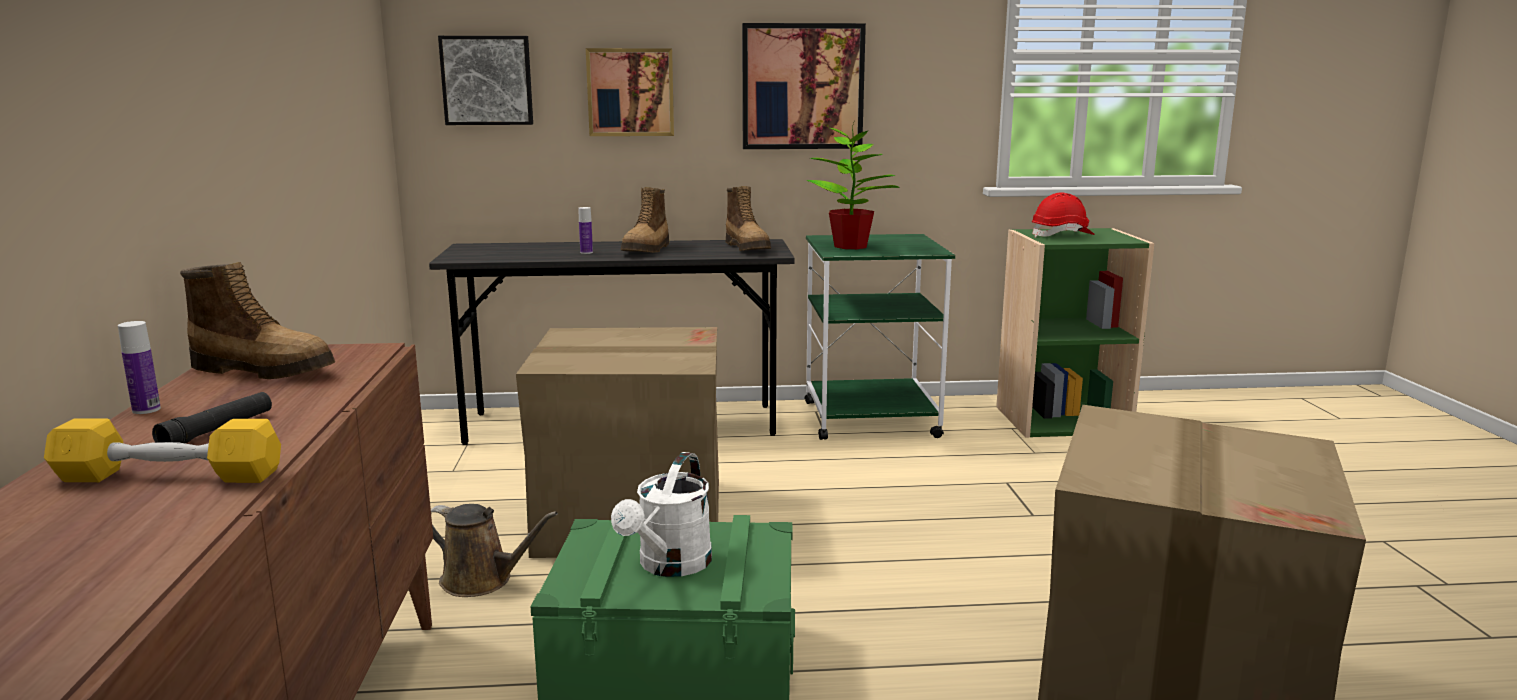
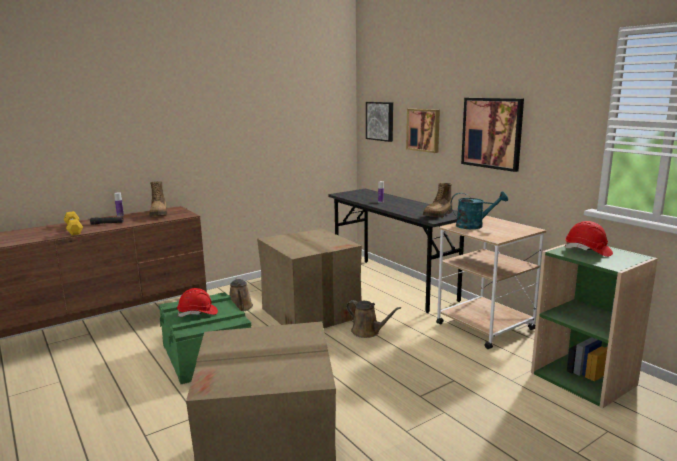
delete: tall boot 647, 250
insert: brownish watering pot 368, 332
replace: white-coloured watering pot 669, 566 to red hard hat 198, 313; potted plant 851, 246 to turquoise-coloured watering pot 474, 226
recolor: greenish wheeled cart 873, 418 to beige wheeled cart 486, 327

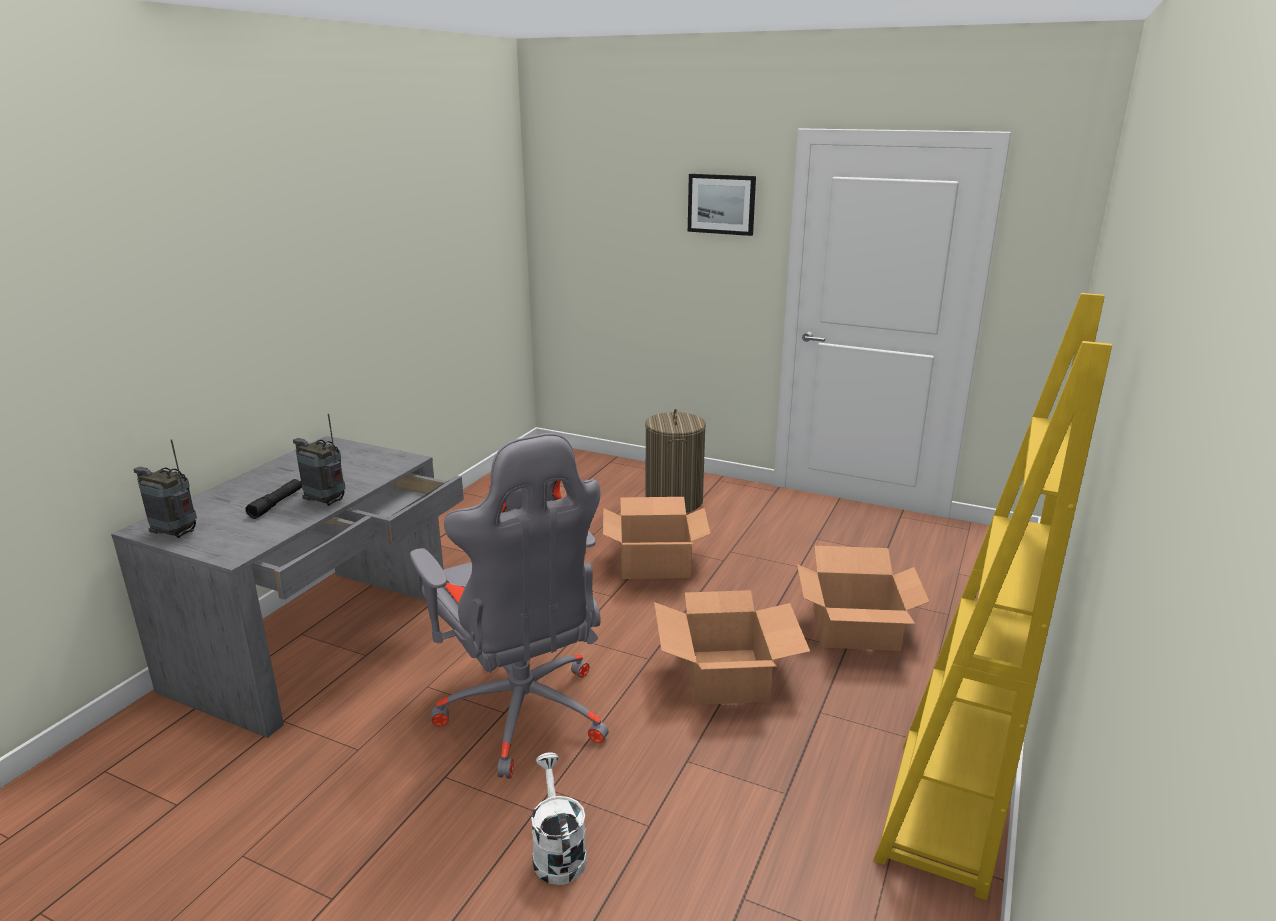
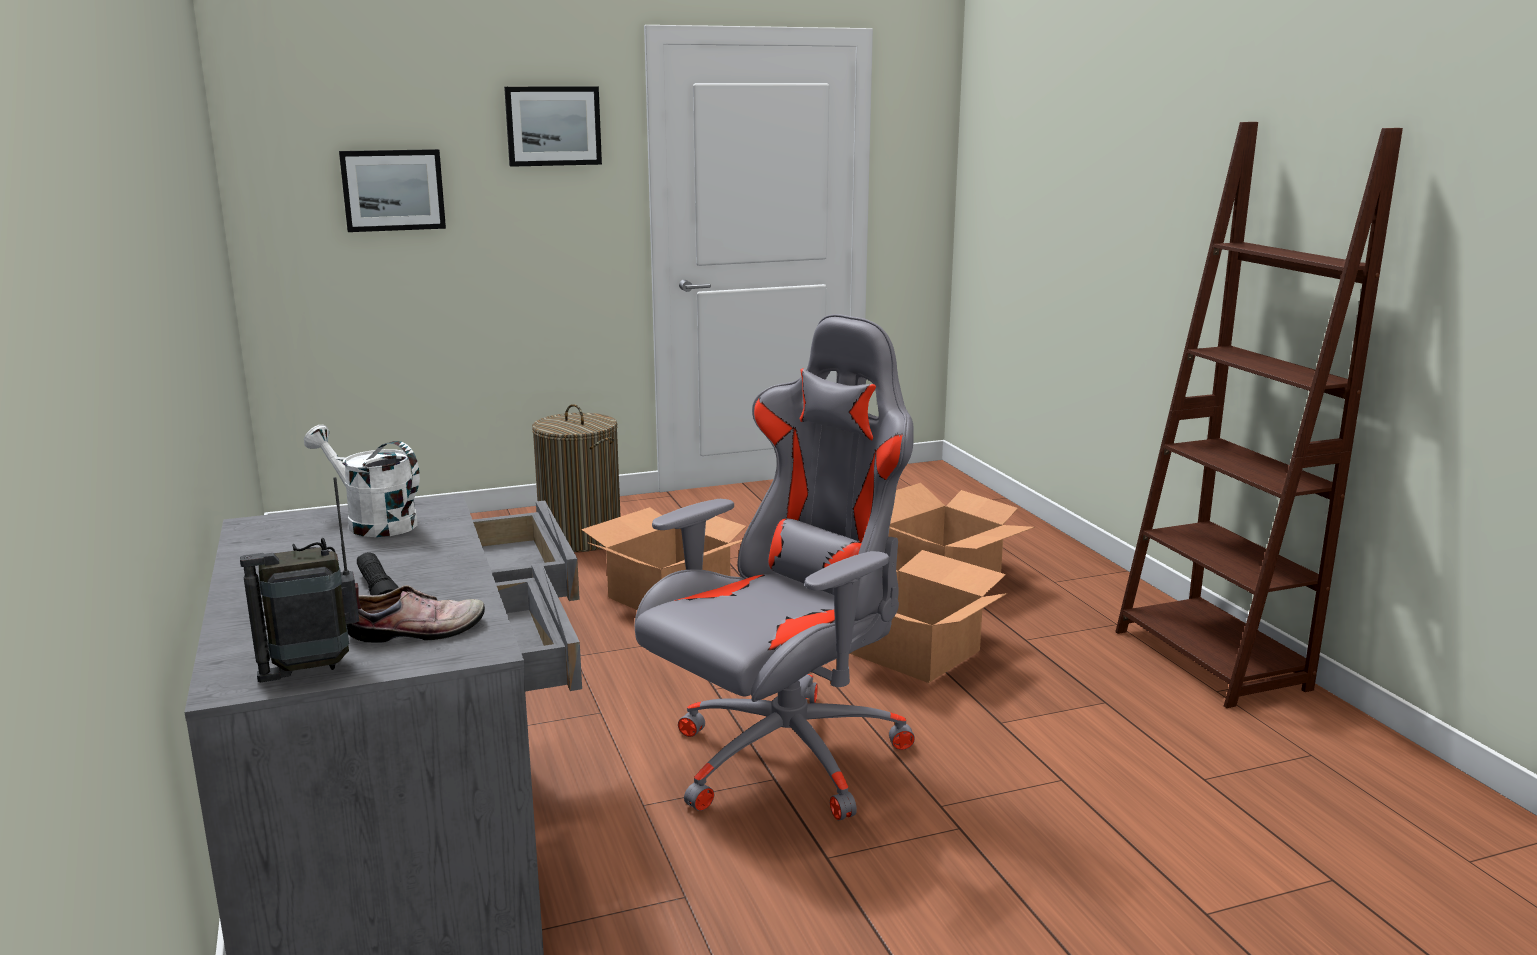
delete: radio set 326, 502
insert: wall picture 393, 190; shoe 418, 632
move: white-coloured watering pot 557, 851 to 372, 522
recolor: yellow-coloured bookcase 942, 815 to brownish bookcase 1210, 659
rotate: gray desk chair 518, 704 = 774, 765 60 degrees counterclockwise

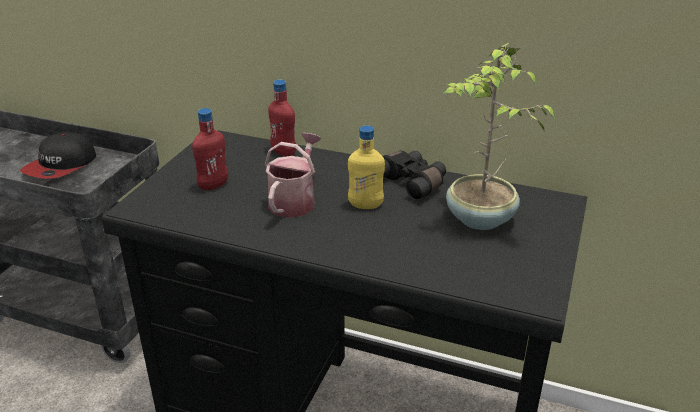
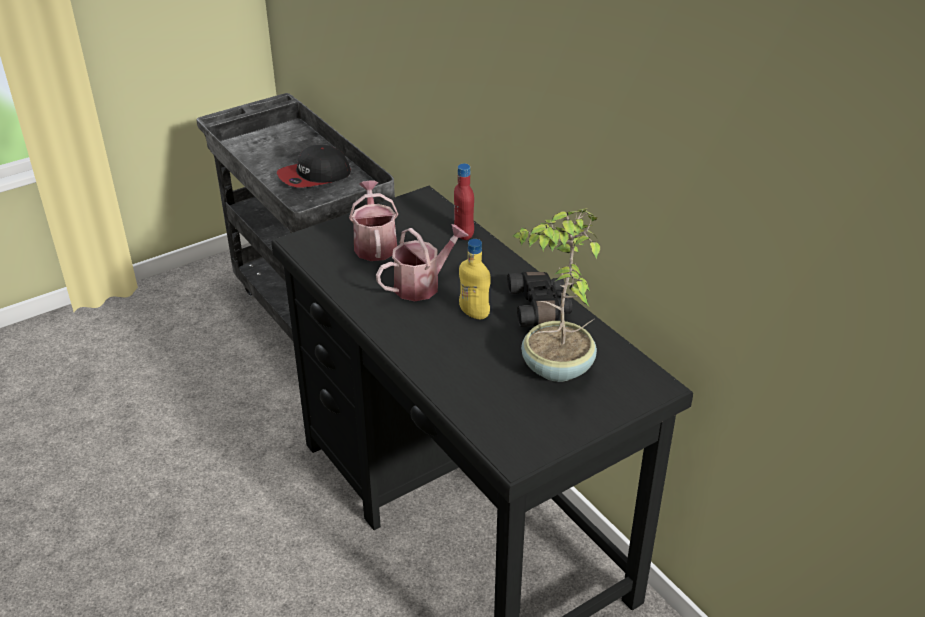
replace: red bottle 213, 185 to watering pot 374, 244

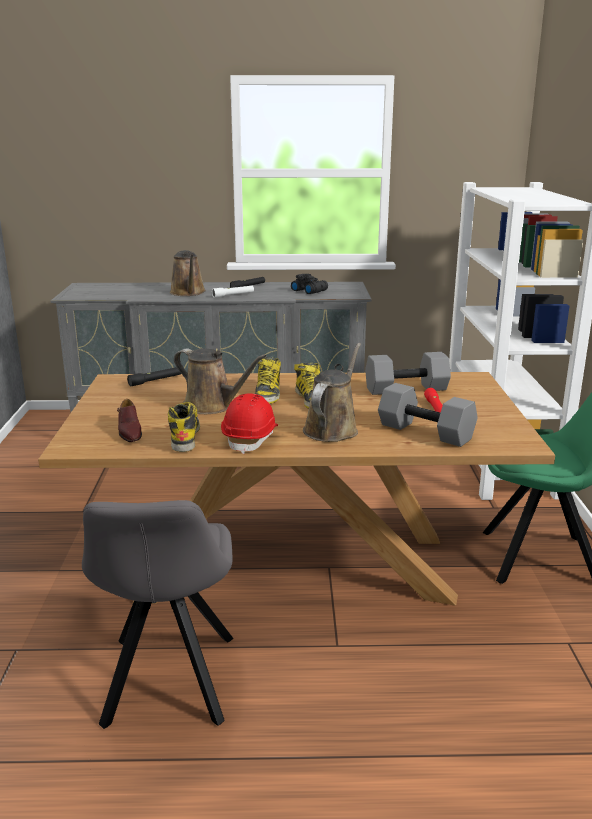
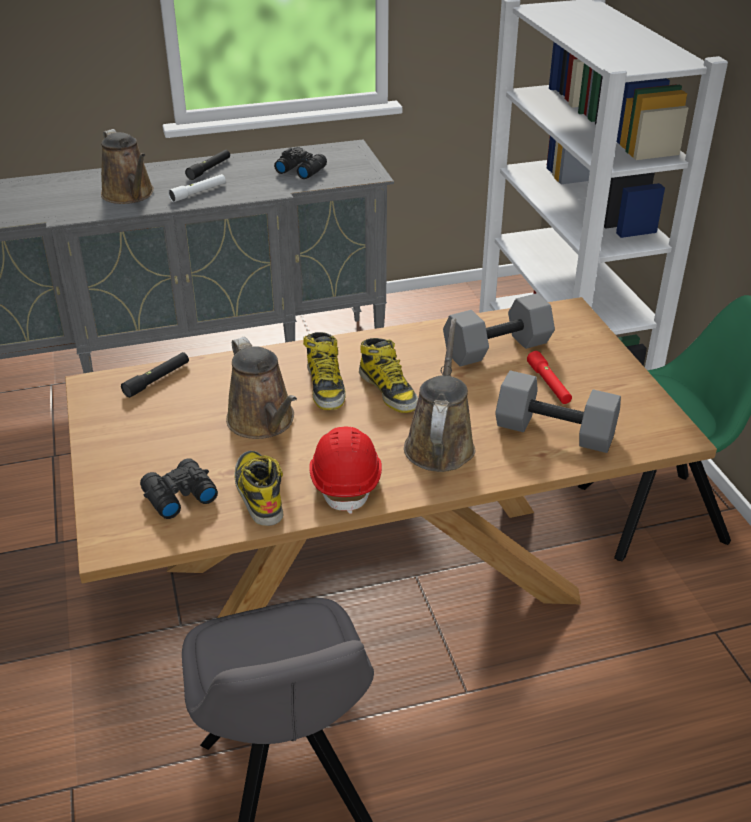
replace: brownish shoe 129, 432 to blackish binoculars 178, 496
rotate: brownish watering pot 212, 406 = 263, 422 45 degrees clockwise

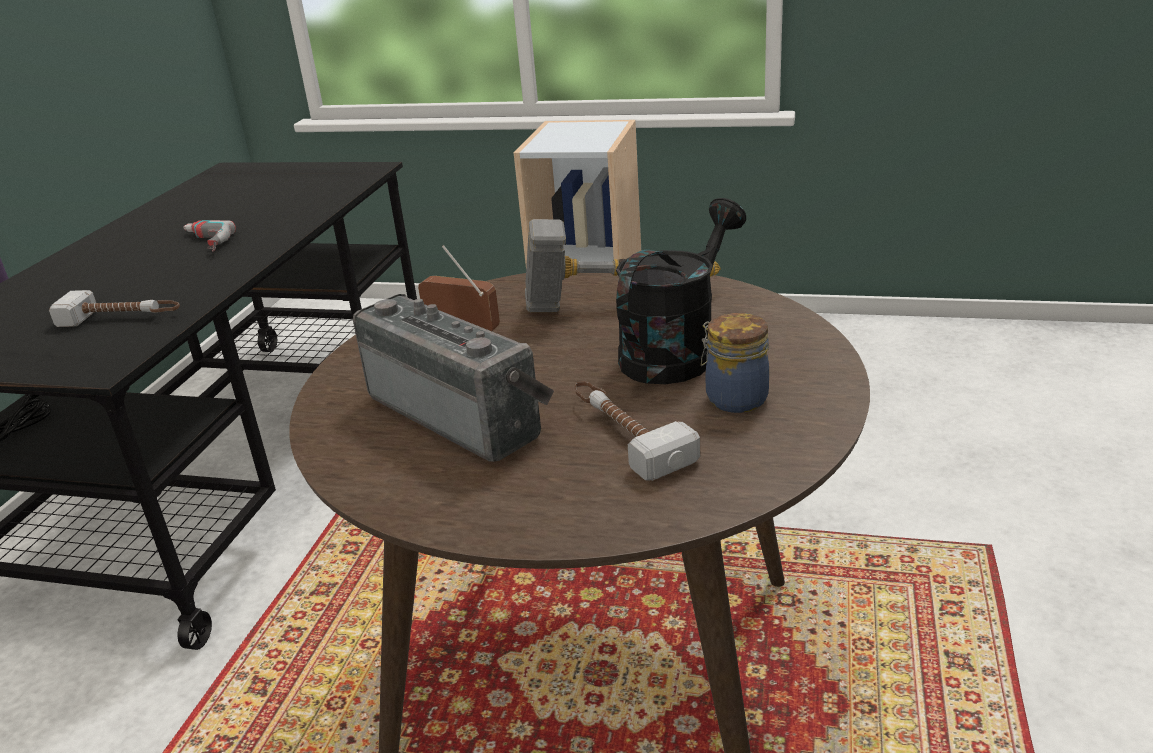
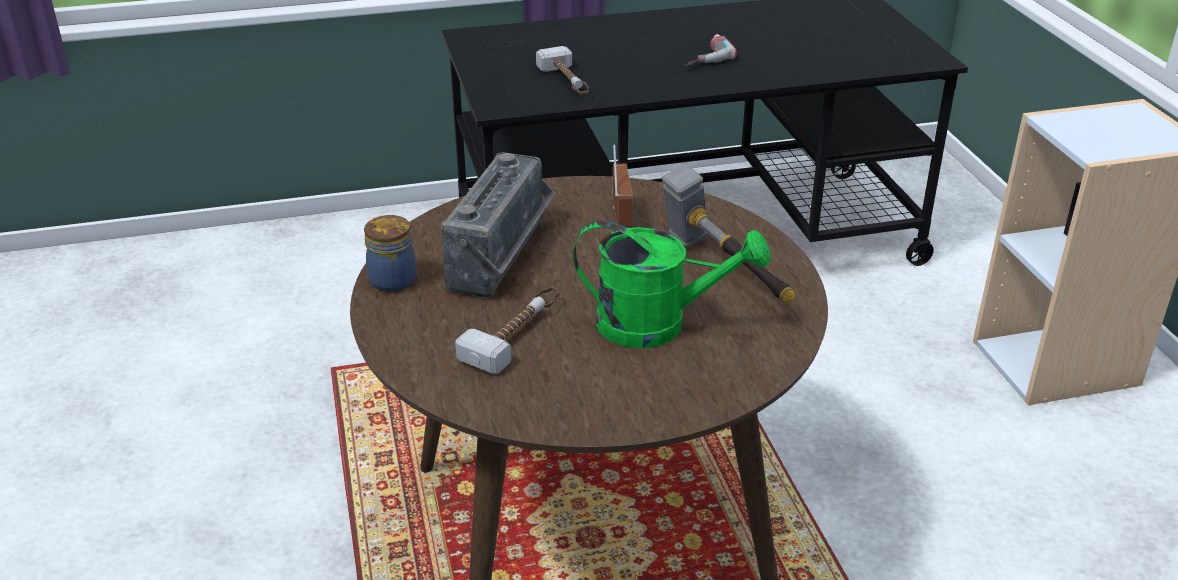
move: preserve jar 734, 398 to 393, 279
recolor: blackish watering pot 675, 351 to greenish watering pot 657, 325

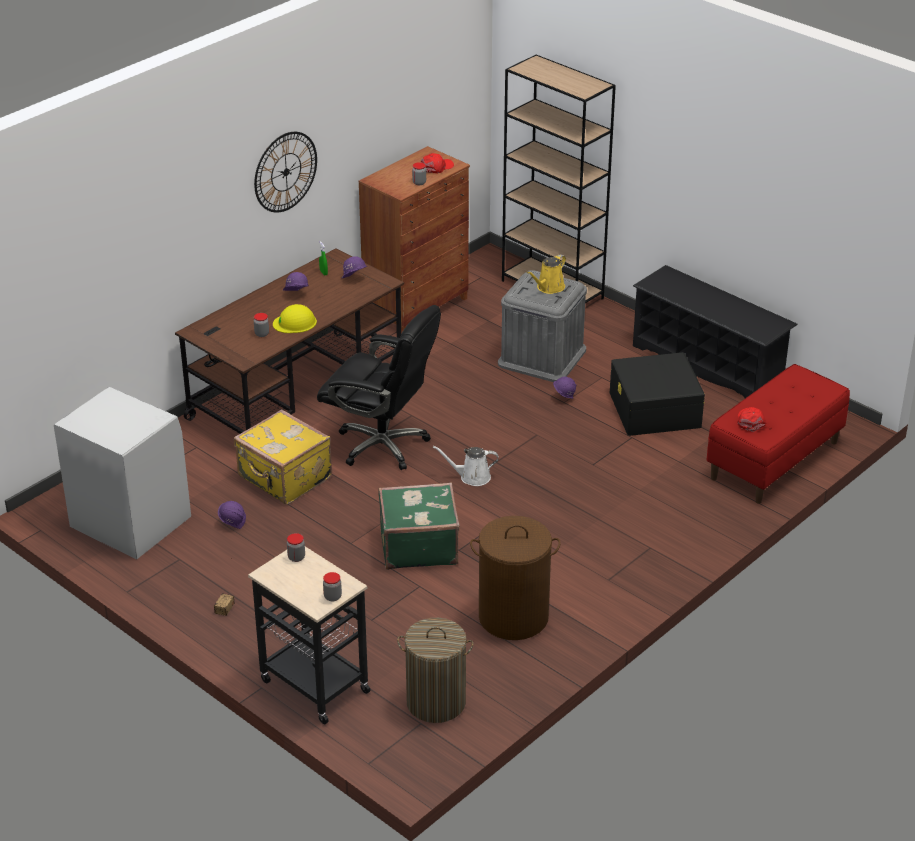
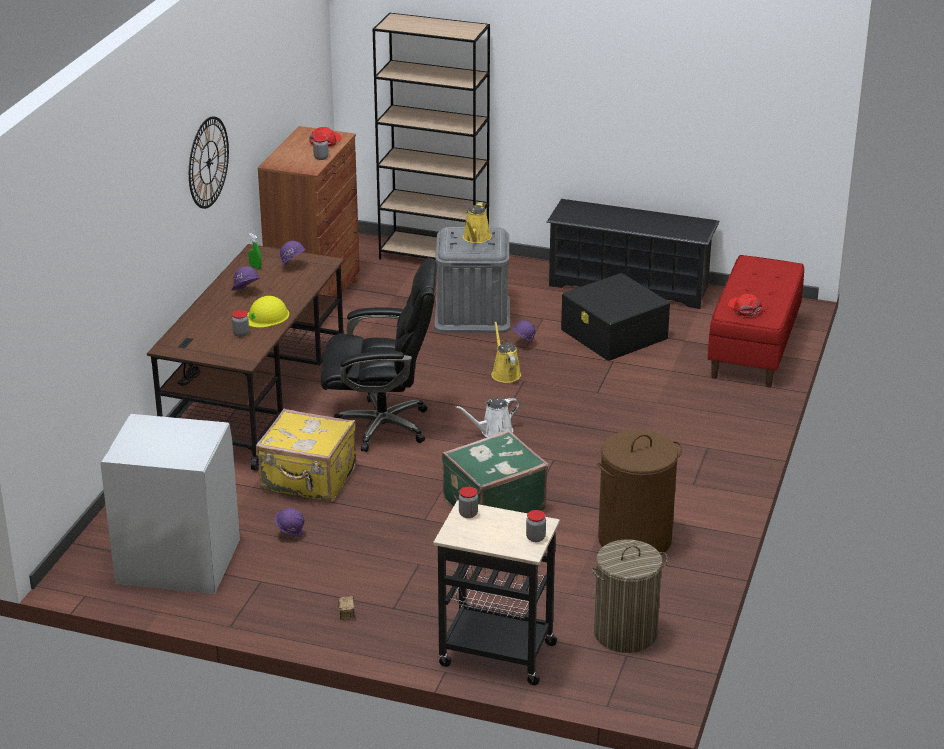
insert: yellow-coloured watering pot 505, 373

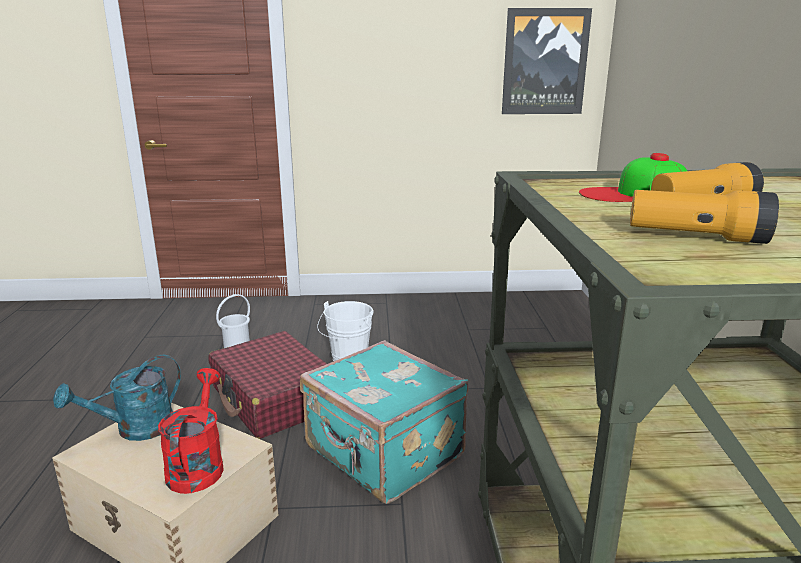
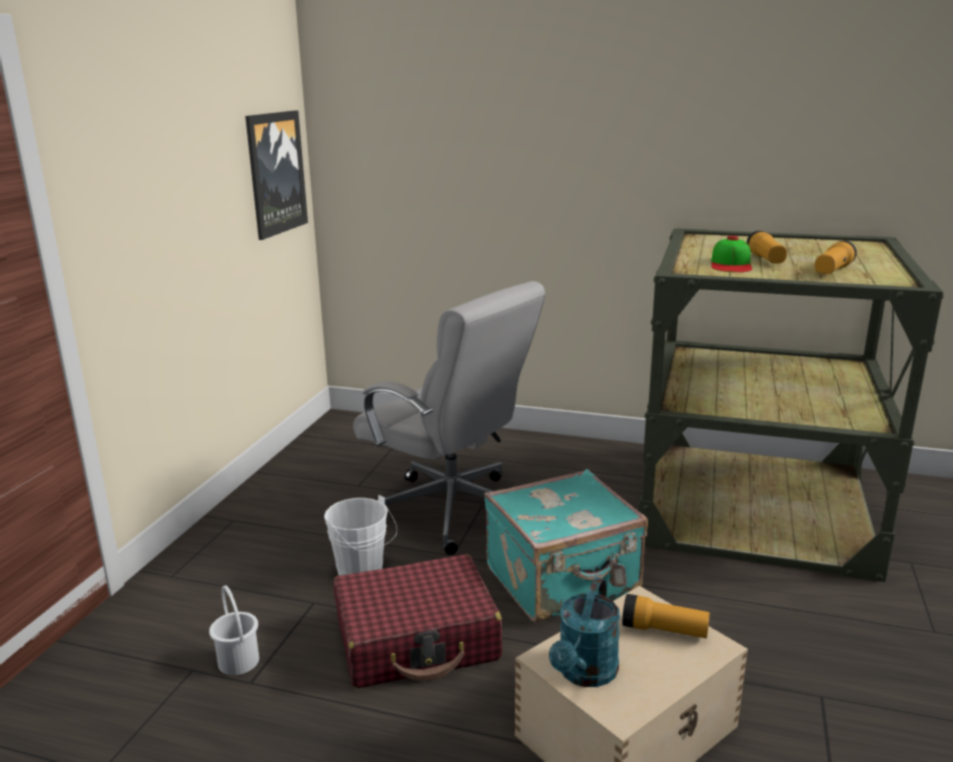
insert: gray desk chair 451, 509
replace: red watering pot 197, 465 to hand torch 664, 630
rotate: turquoise-coloured watering pot 135, 430 = 584, 674 45 degrees clockwise

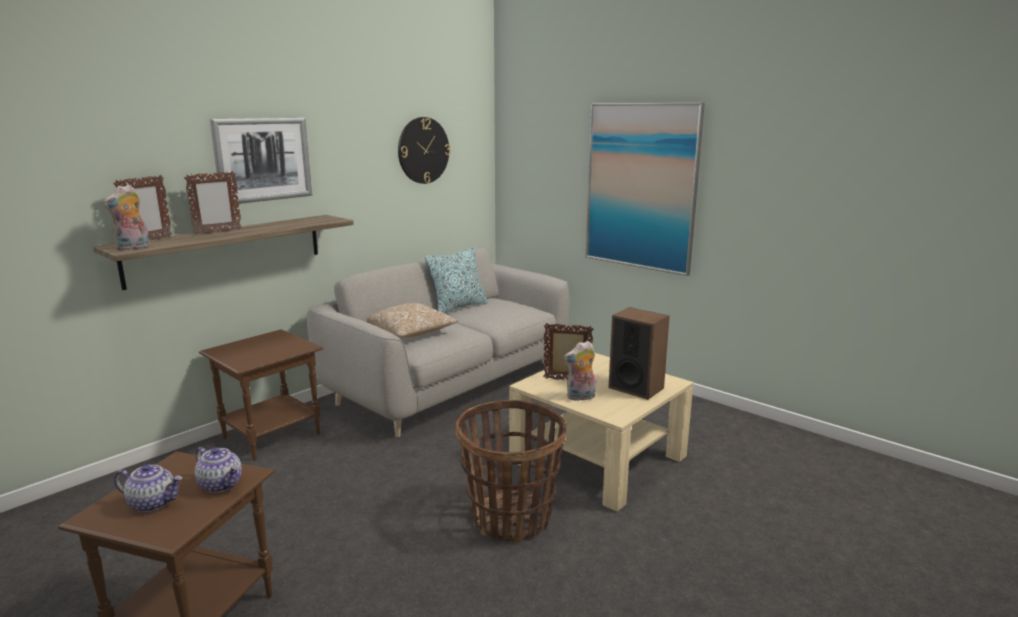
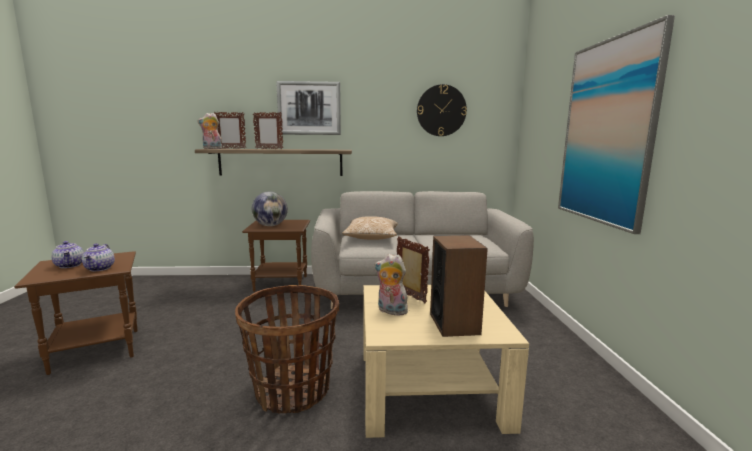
delete: cushion 458, 307
insert: globe 270, 225

